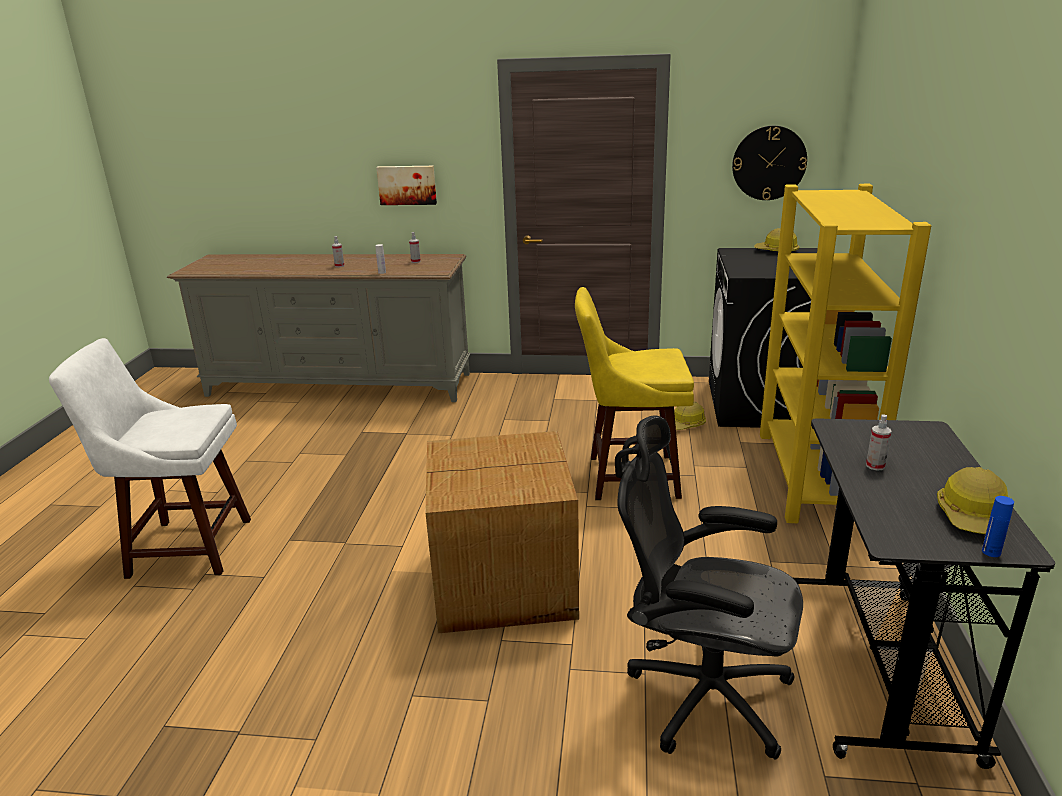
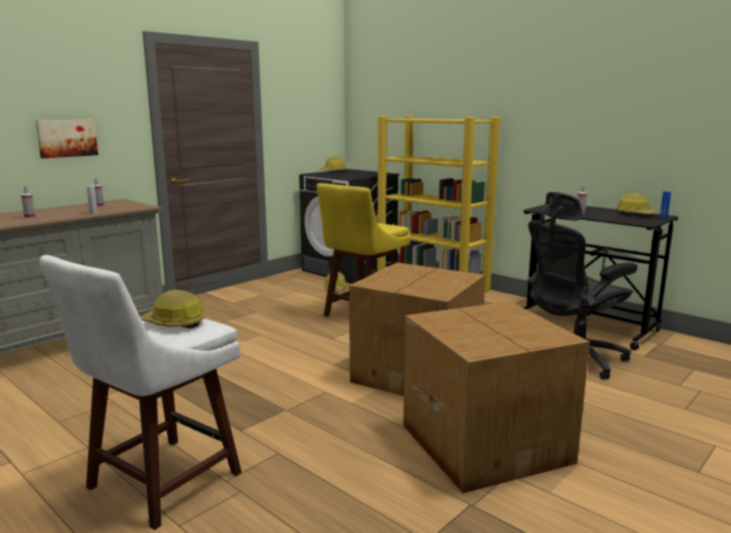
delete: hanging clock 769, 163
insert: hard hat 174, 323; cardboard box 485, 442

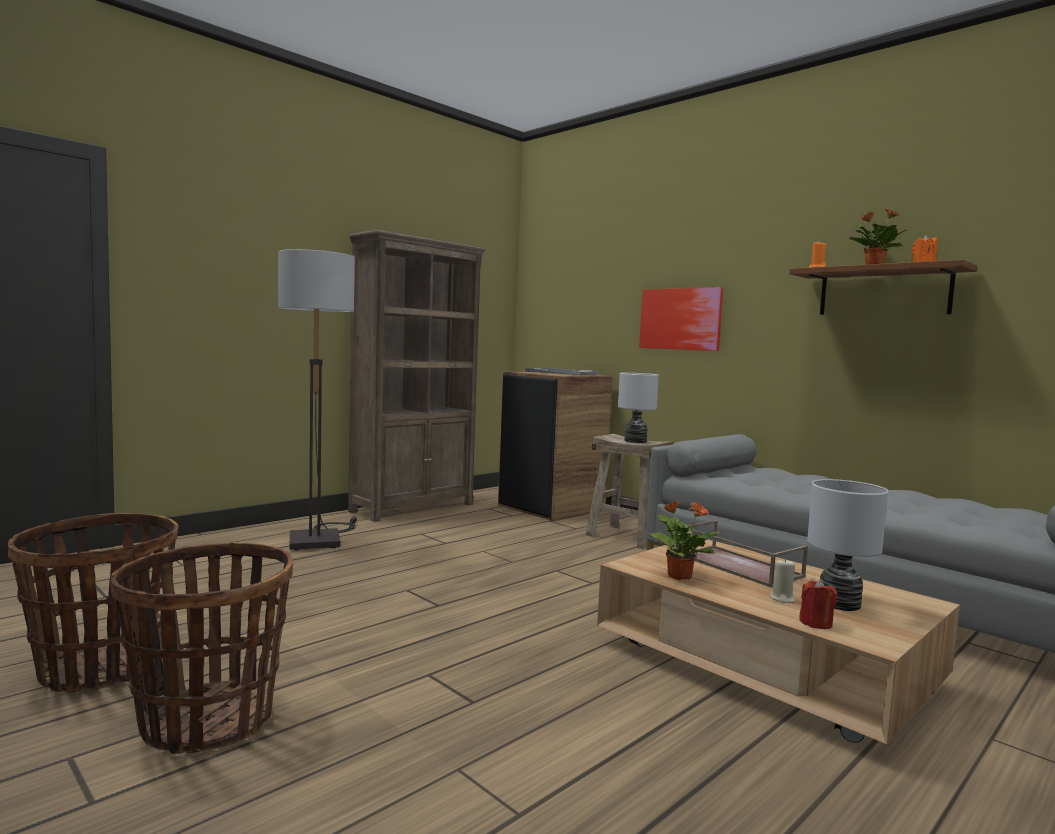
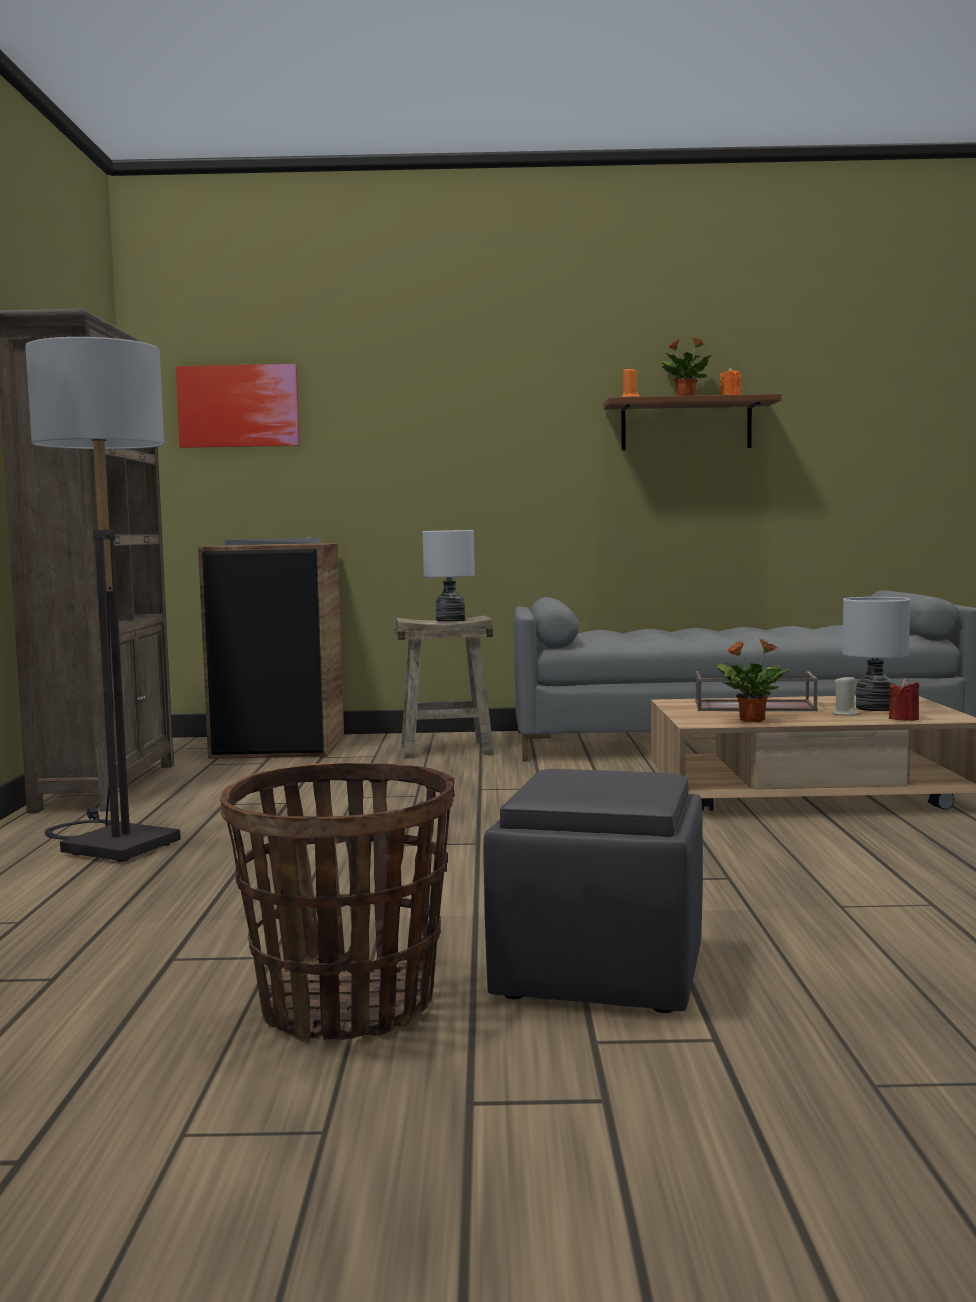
move: wall picture 680, 319 to 238, 406
replace: household basket 206, 720 to gray pouffe 602, 973

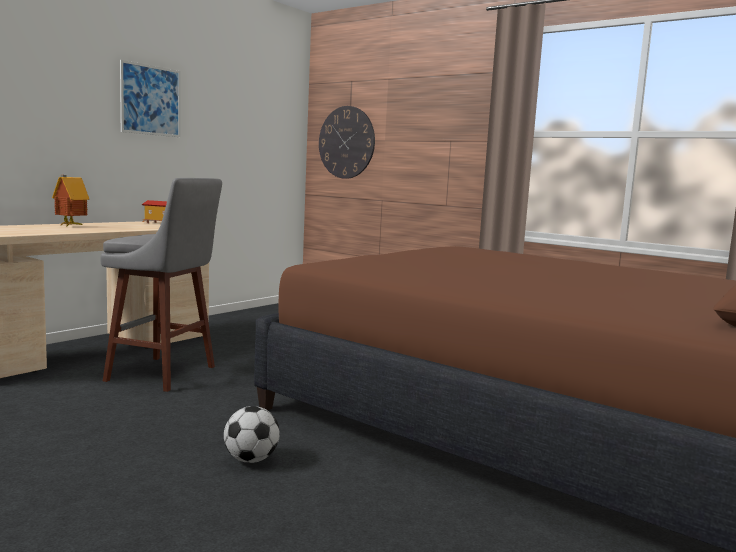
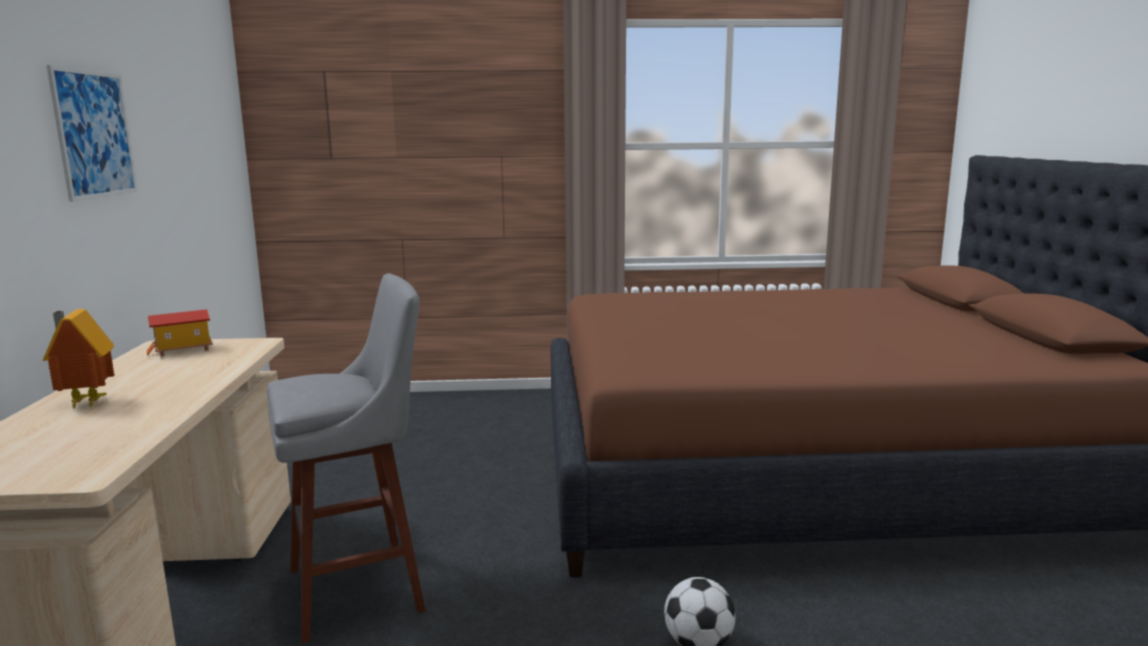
delete: hanging clock 346, 142

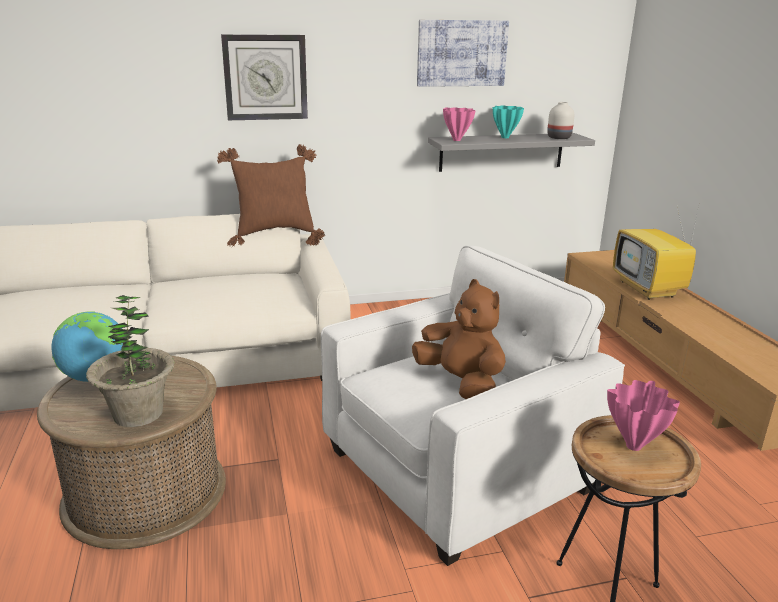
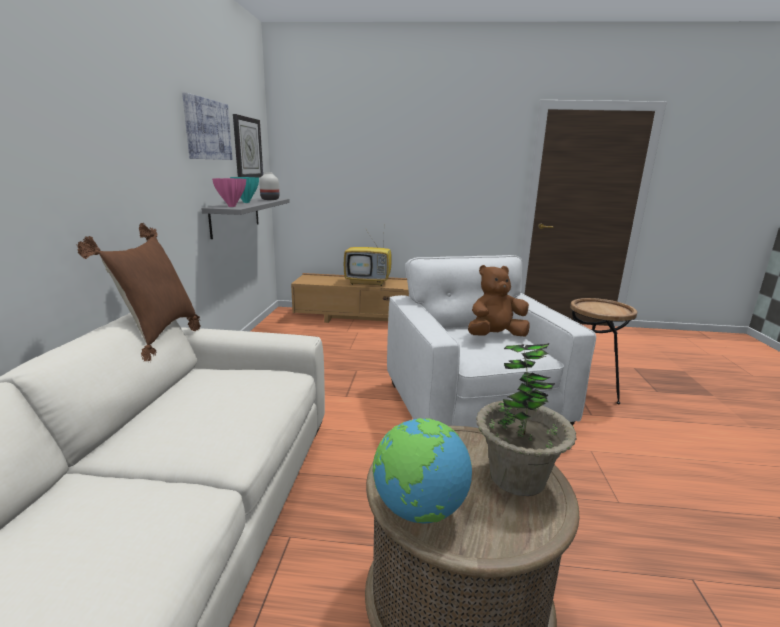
delete: pink vase 633, 447
move: hanging clock 265, 77 to 247, 148

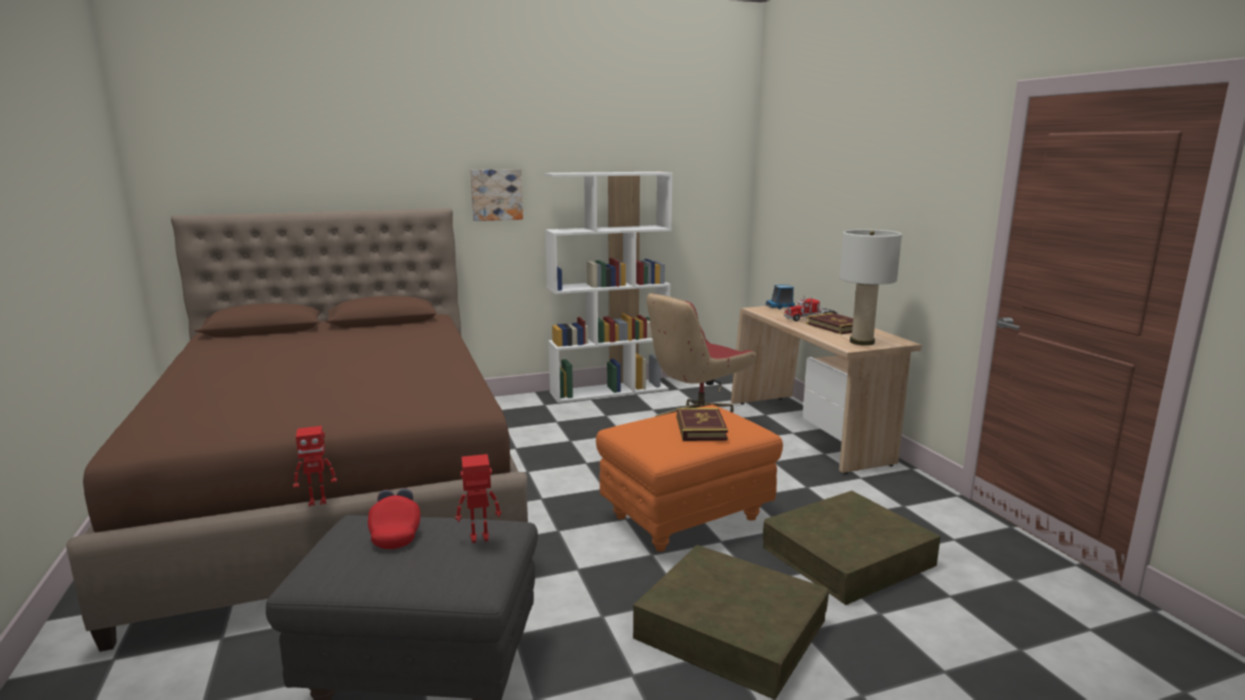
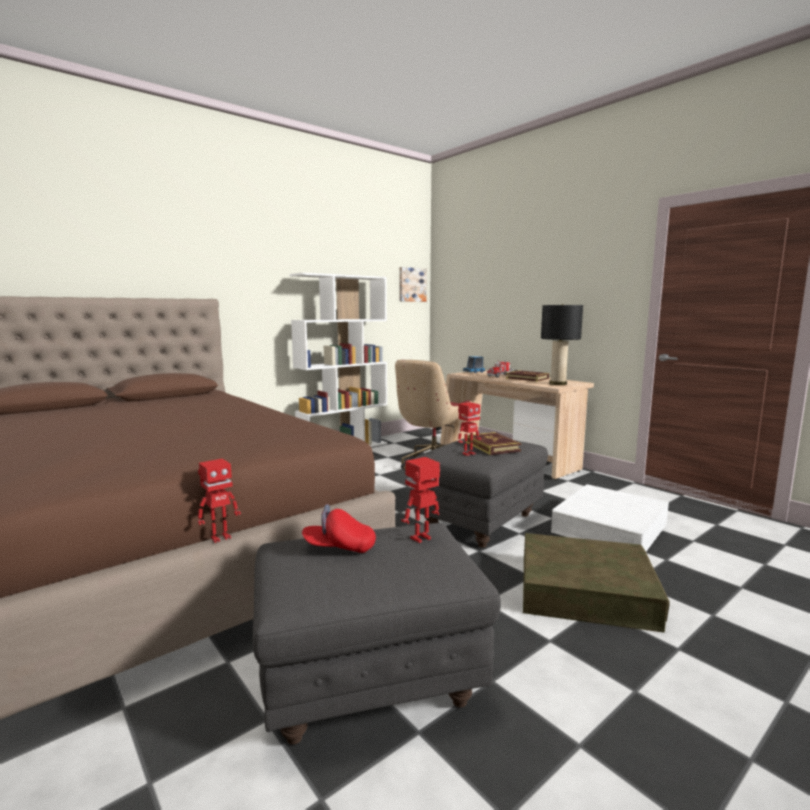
insert: model robot 468, 454
move: wall picture 496, 194 to 411, 284
recolor: orange pouffe 686, 518 to gray pouffe 479, 522; brownish storage container 848, 556 to white-coloured storage container 610, 528; white-coloured lamp for a table 862, 342 to blackish lamp for a table 558, 384
rotate: red baseball cap 396, 533 = 339, 547 60 degrees counterclockwise

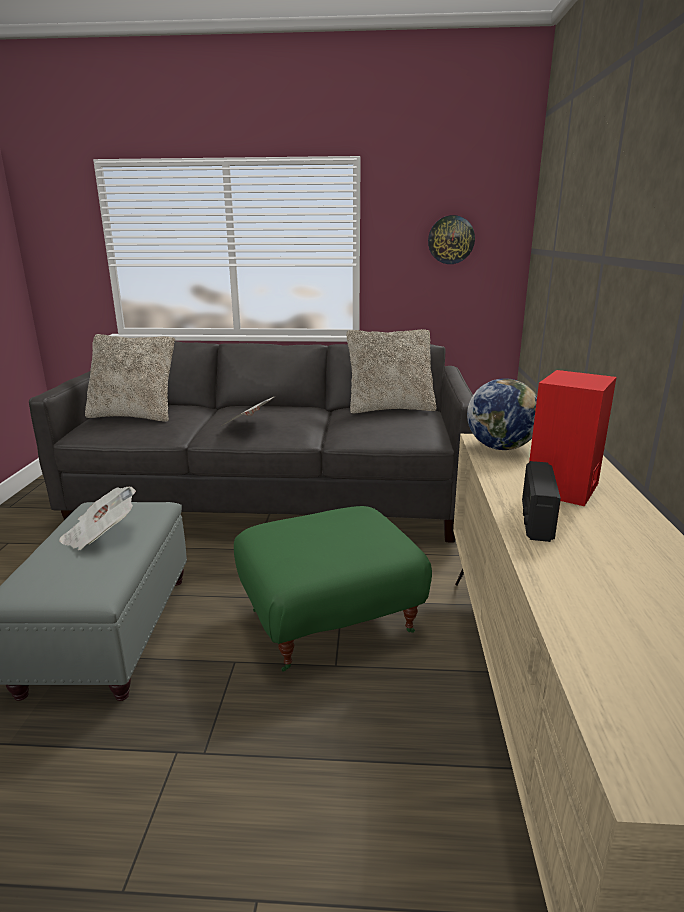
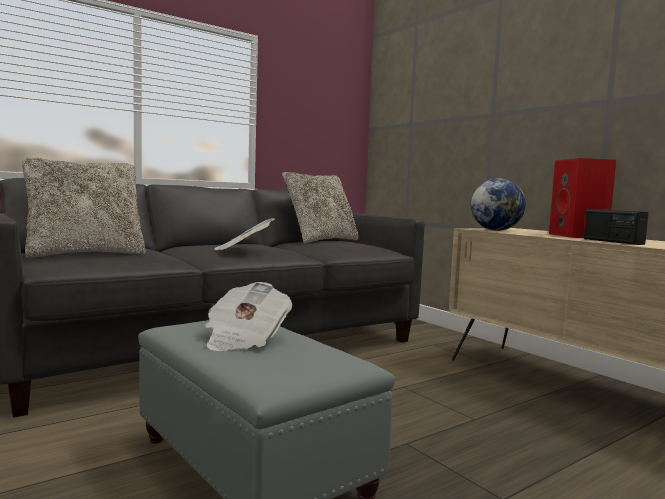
delete: greenish pouffe 330, 619; hanging clock 451, 240

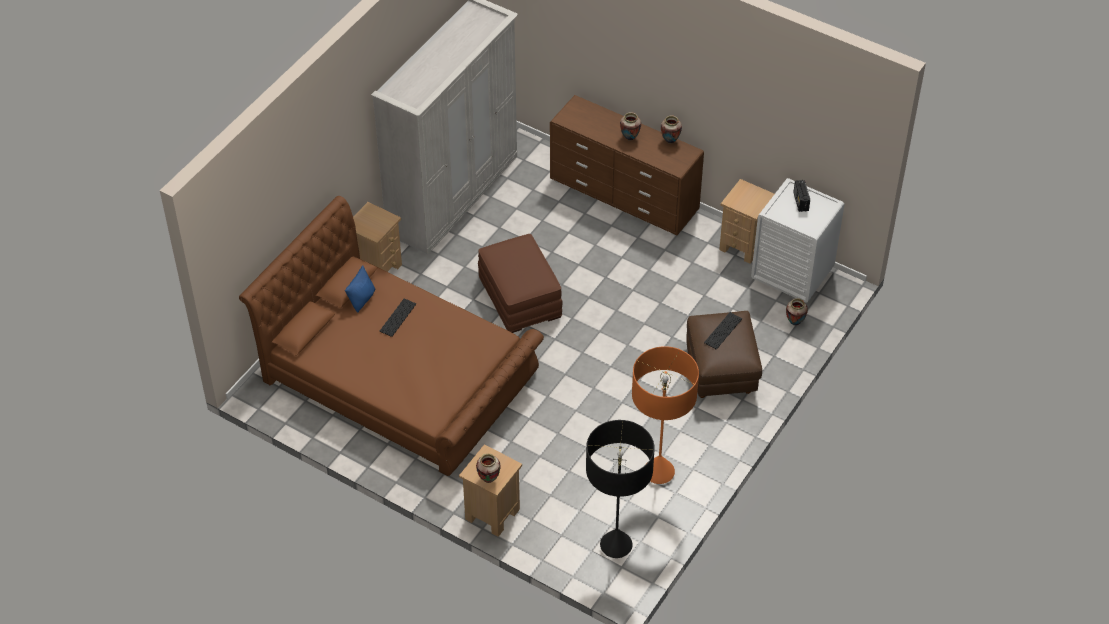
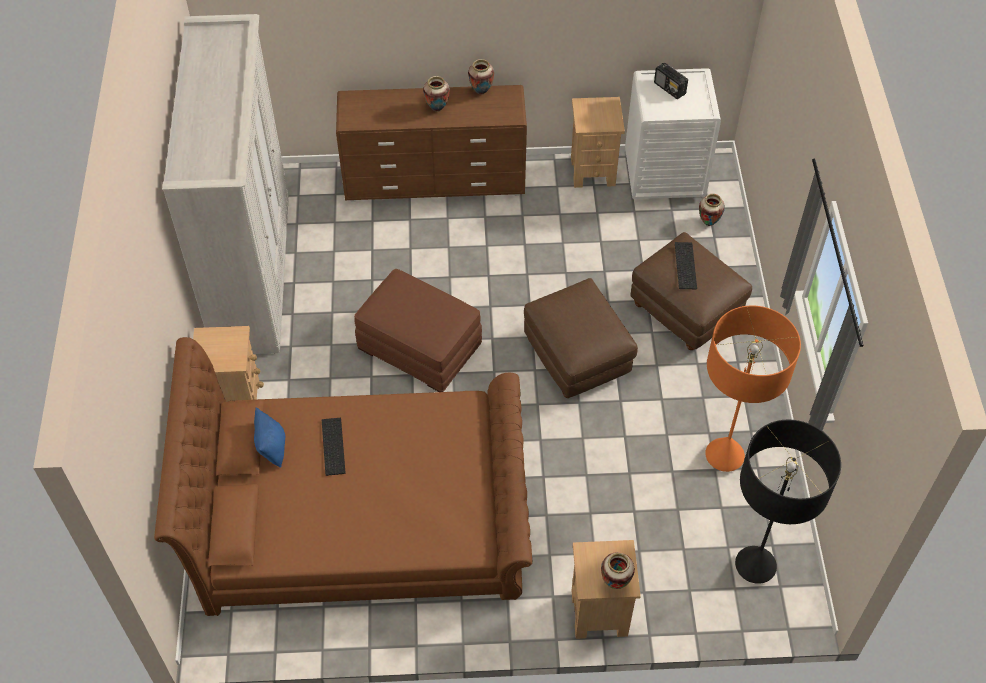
insert: brownish pouffe 577, 357

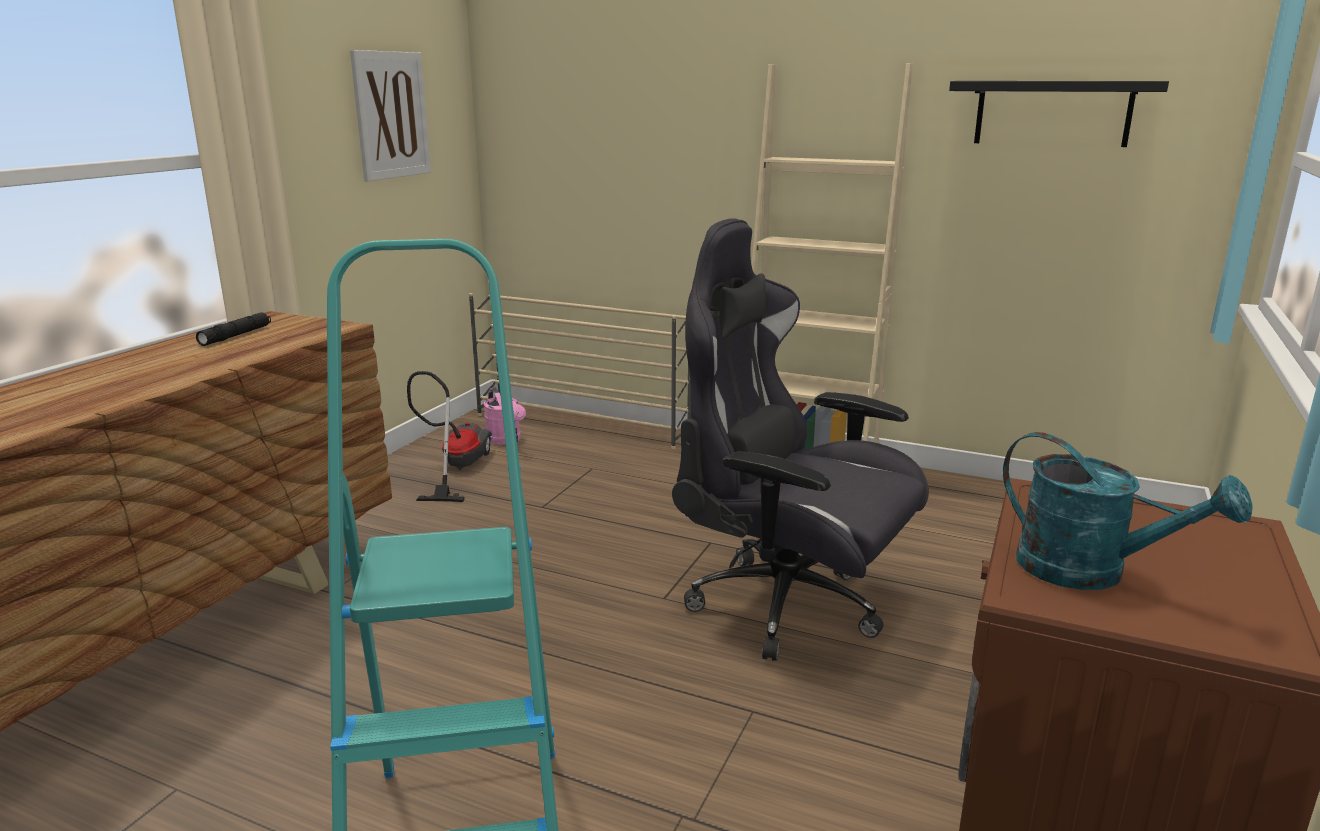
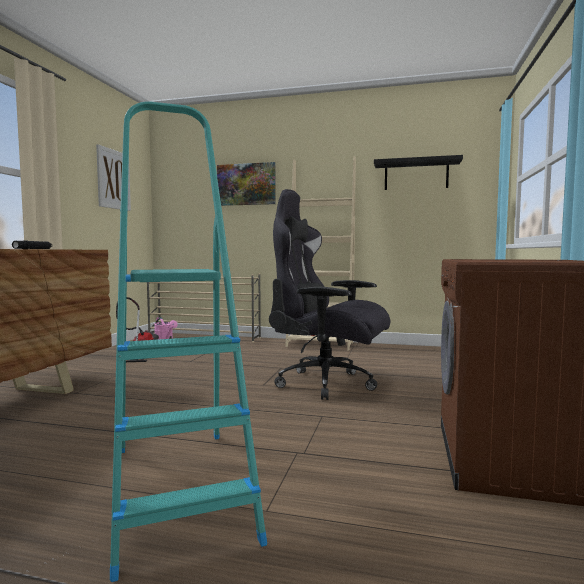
delete: turquoise-coloured watering pot 1090, 572
insert: wall picture 246, 184

